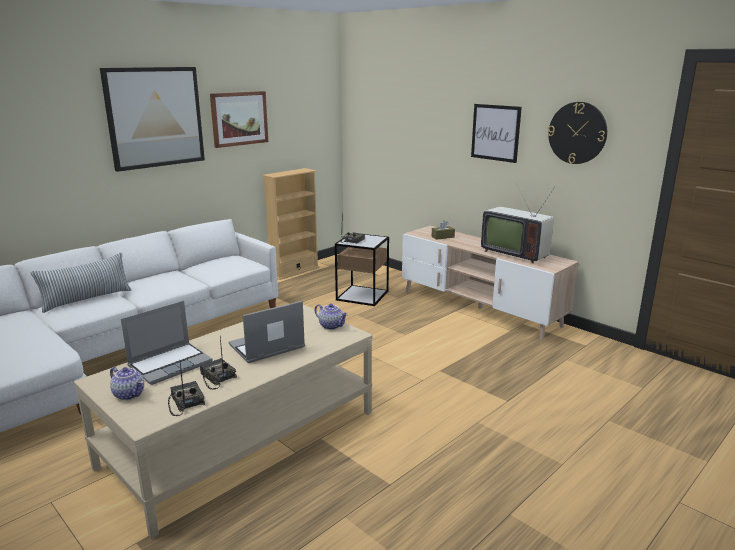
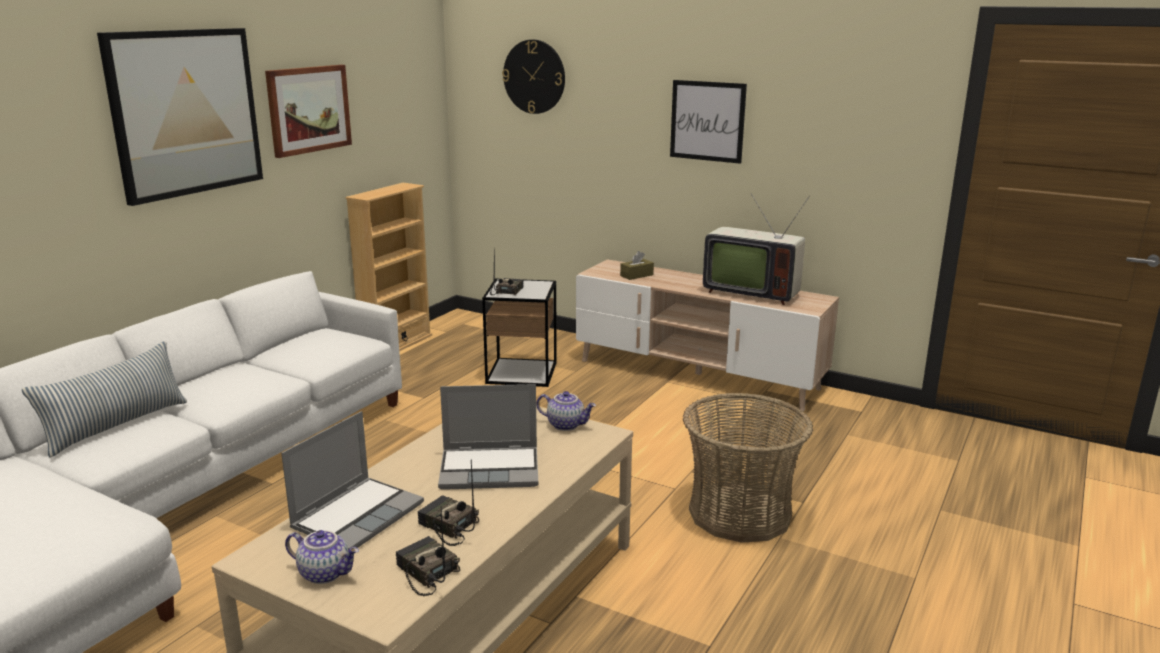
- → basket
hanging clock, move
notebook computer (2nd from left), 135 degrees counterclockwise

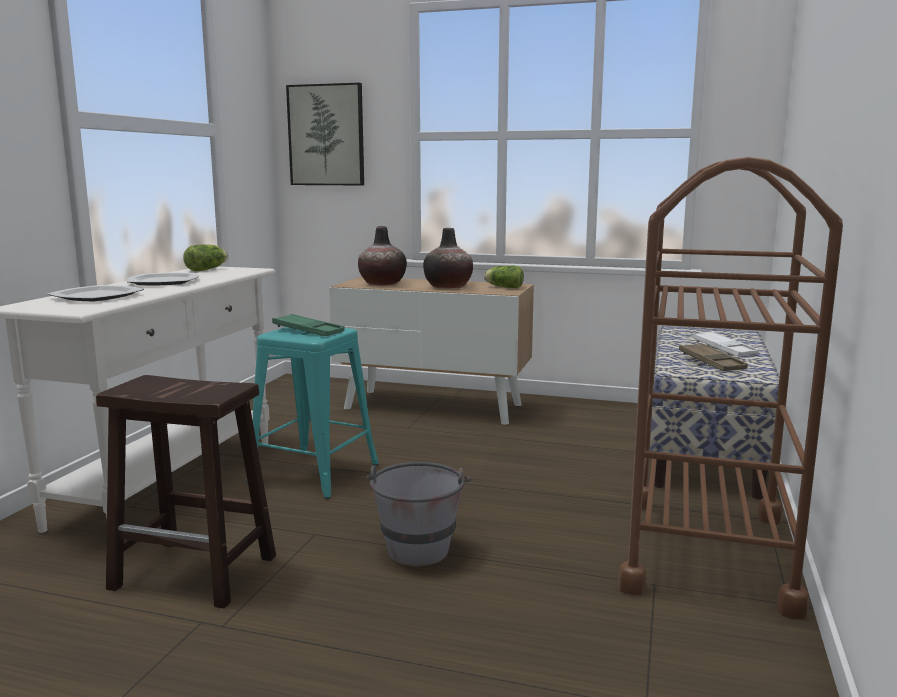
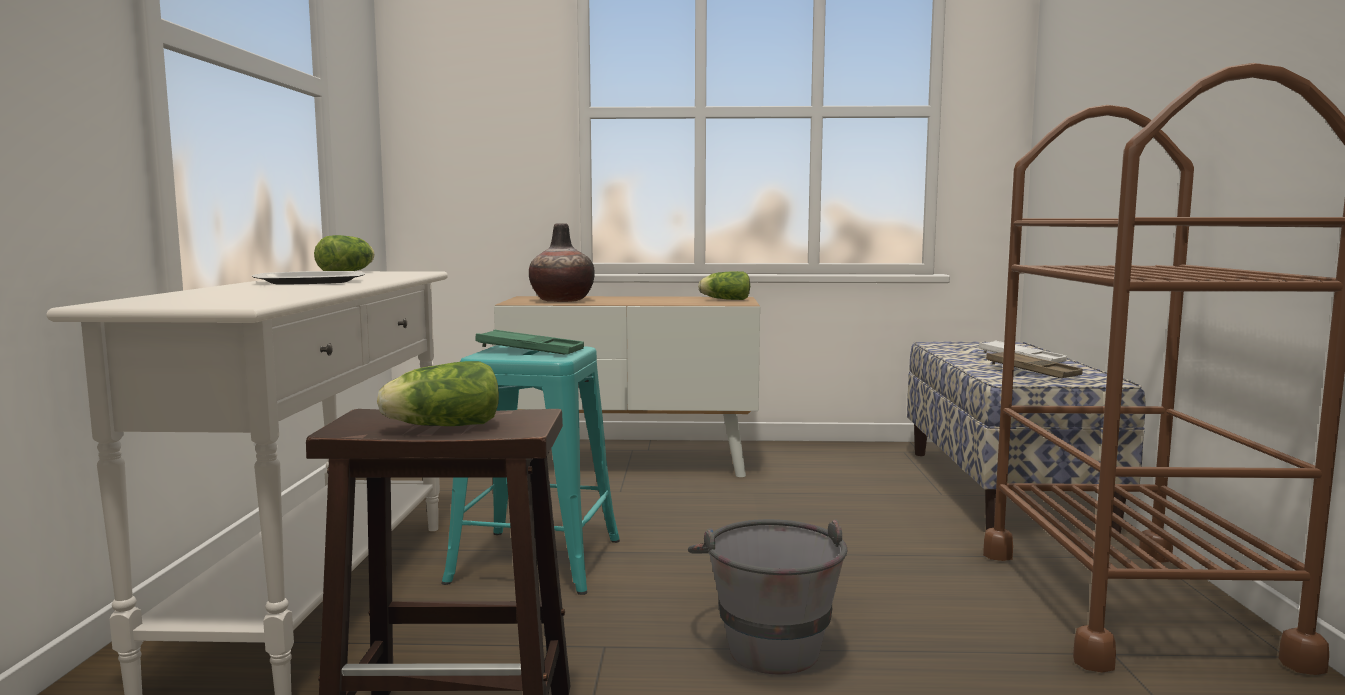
dinner plate (1st from left) → -
wall art → -
decorative vase (2nd from left) → -
- → lettuce head (2nd from left)

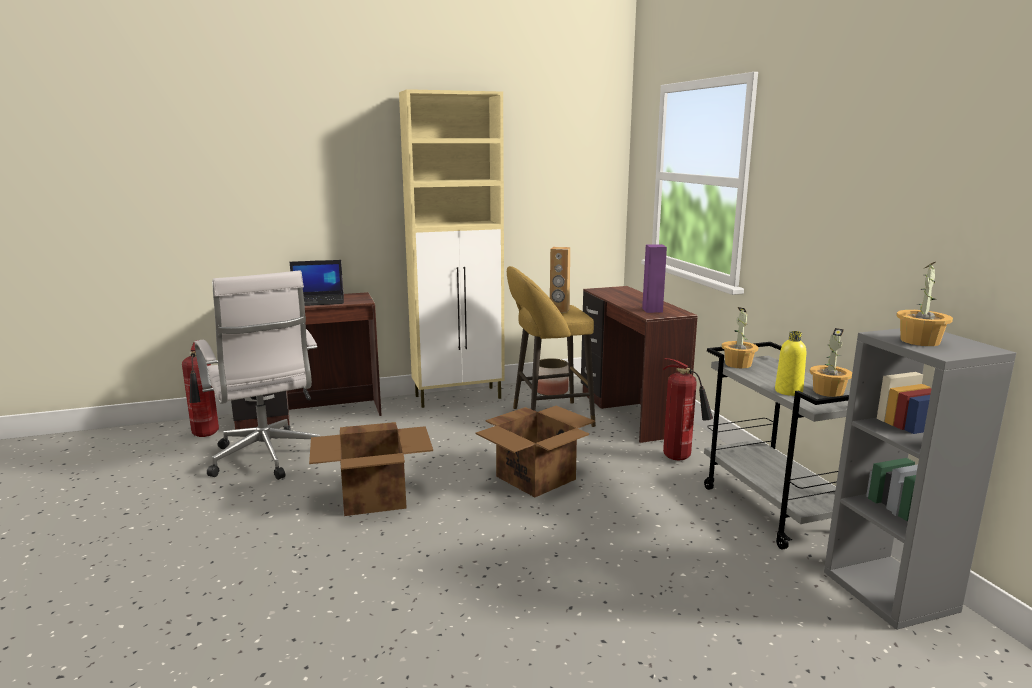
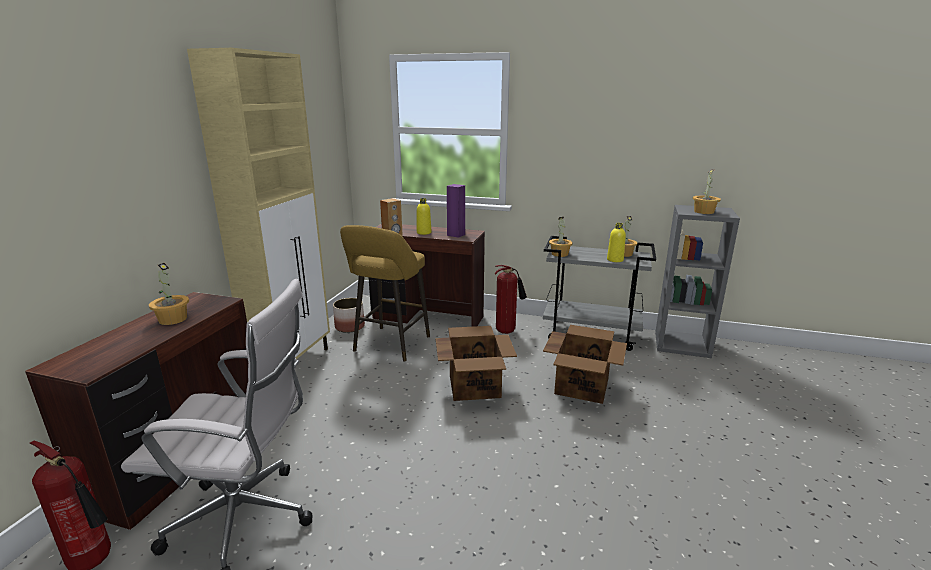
- → bottle (yellowish) (1st from left)
packing box (1st from left in the first image) → packing box (2nd from left), move
notebook computer → potted plant (1st from left)

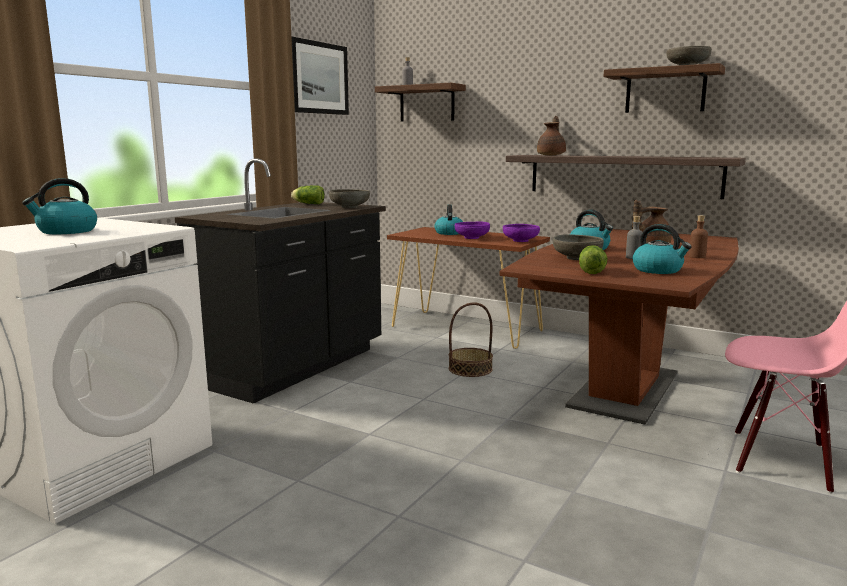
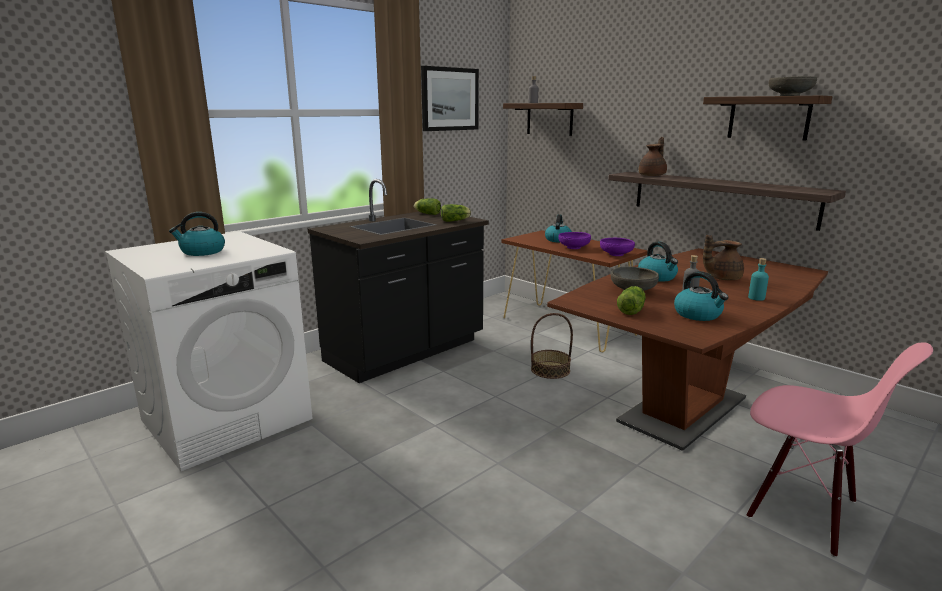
bowl (grey) (1st from left) → lettuce head (2nd from left)
bottle (brownish) → bottle (turquoise)

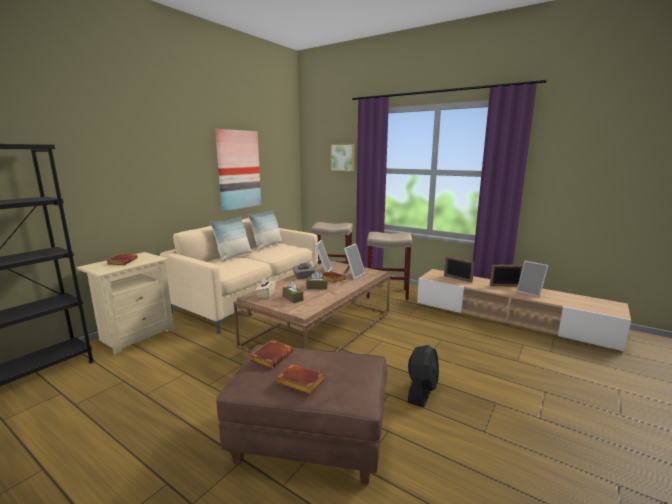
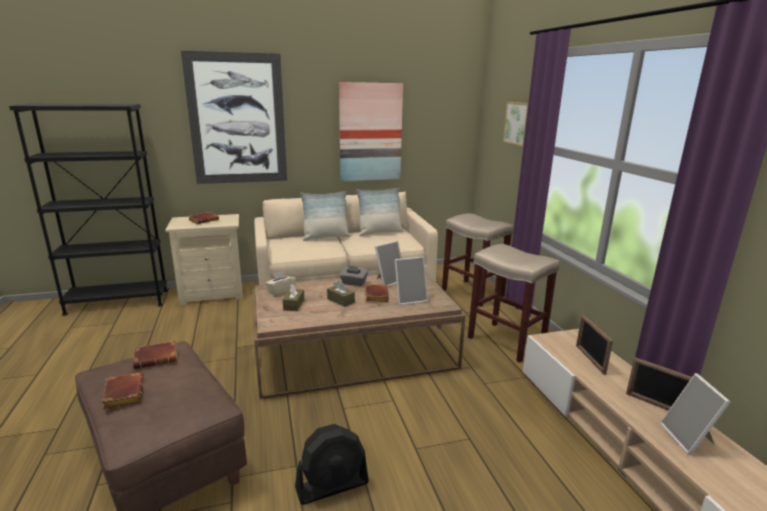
- → wall art (1st from left)

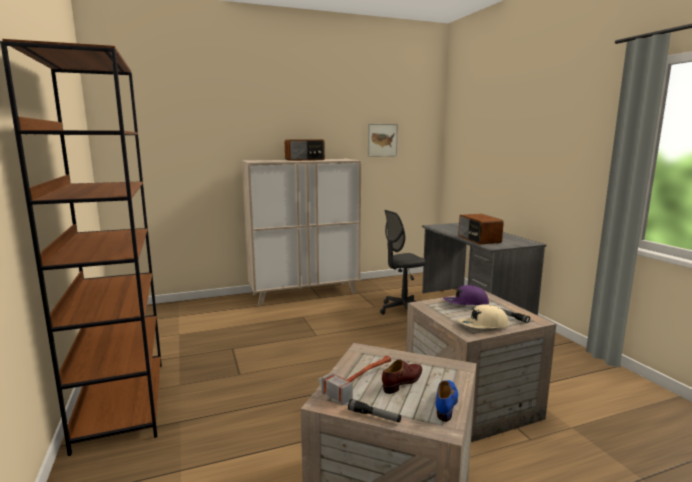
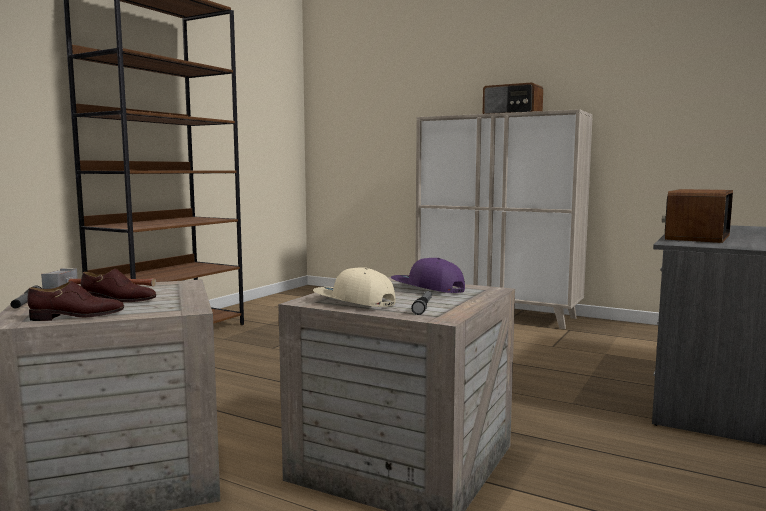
wall art → -
desk chair (grey) → -
item of footwear (bluish) → item of footwear (brownish) (1st from left)

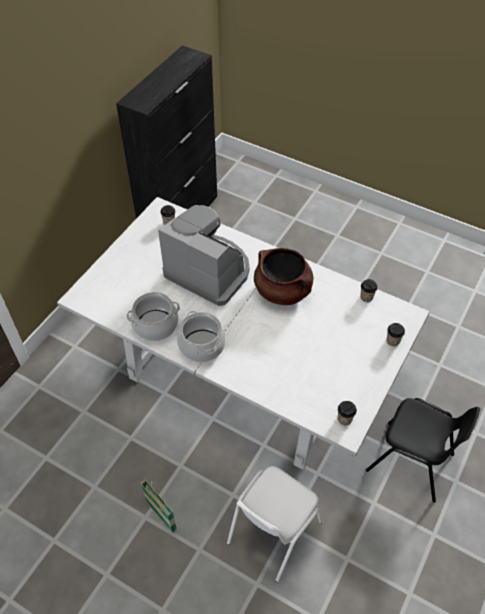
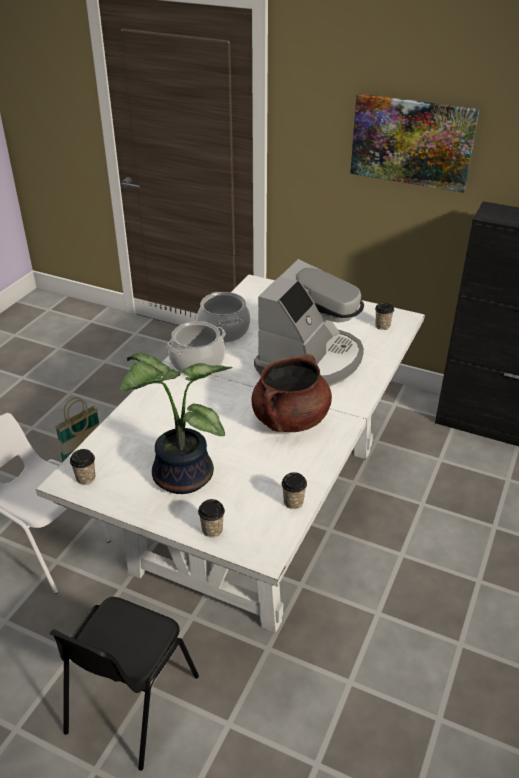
- → potted plant
- → wall art

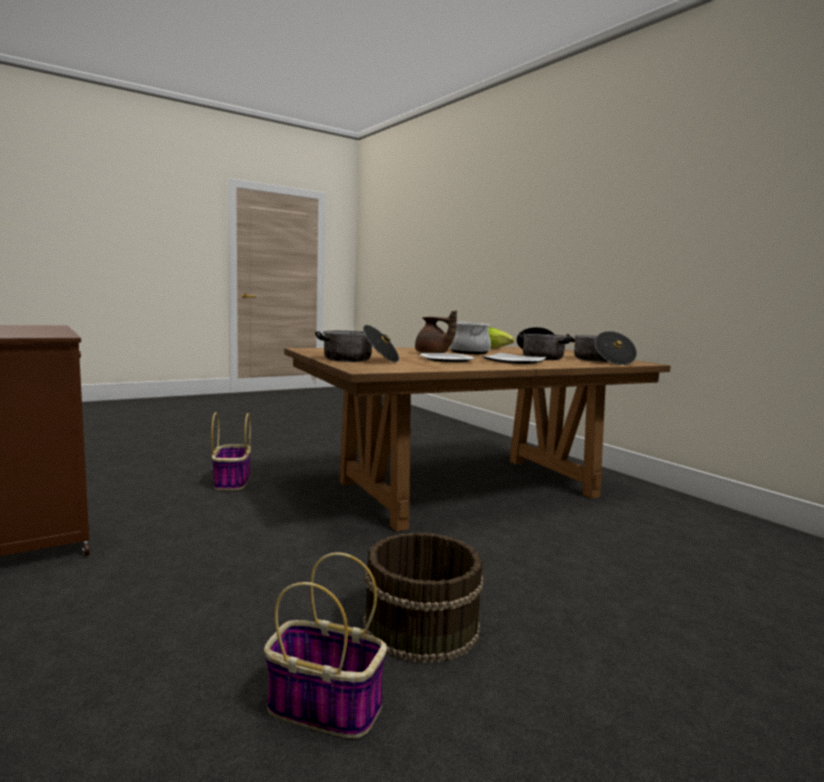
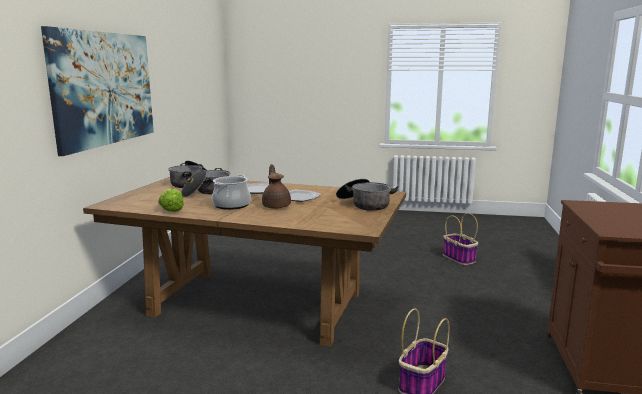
bucket (brownish) → -
- → wall art

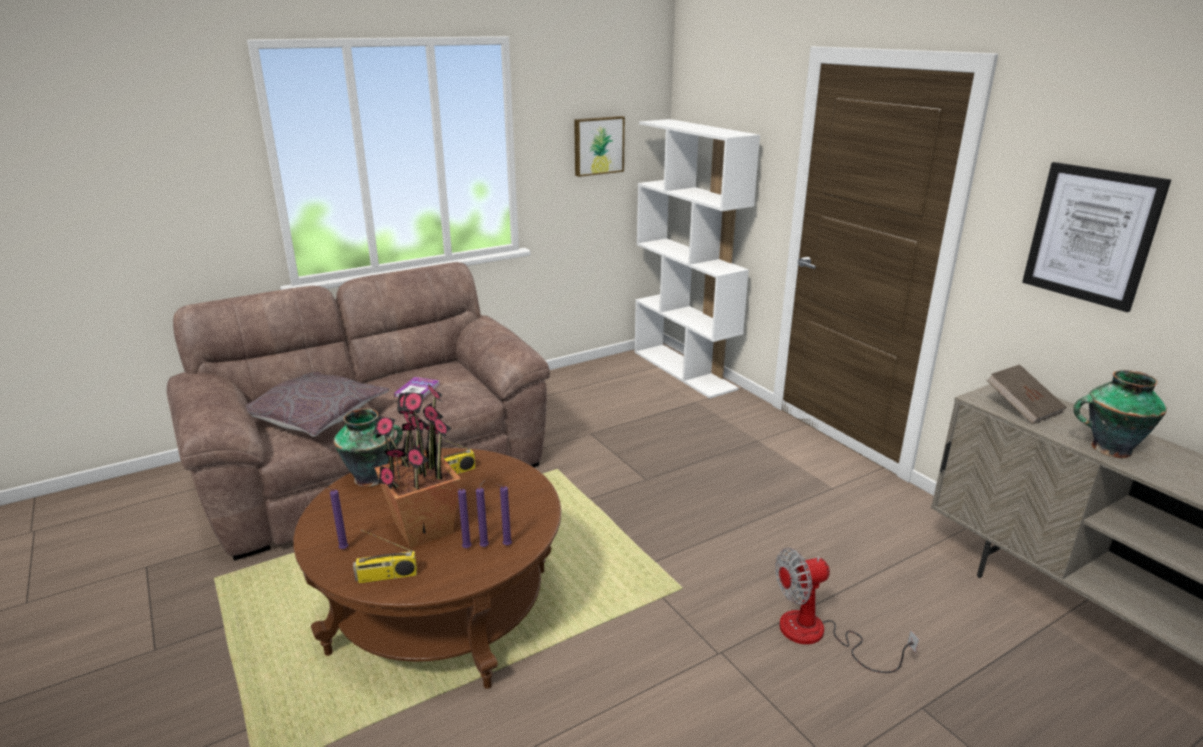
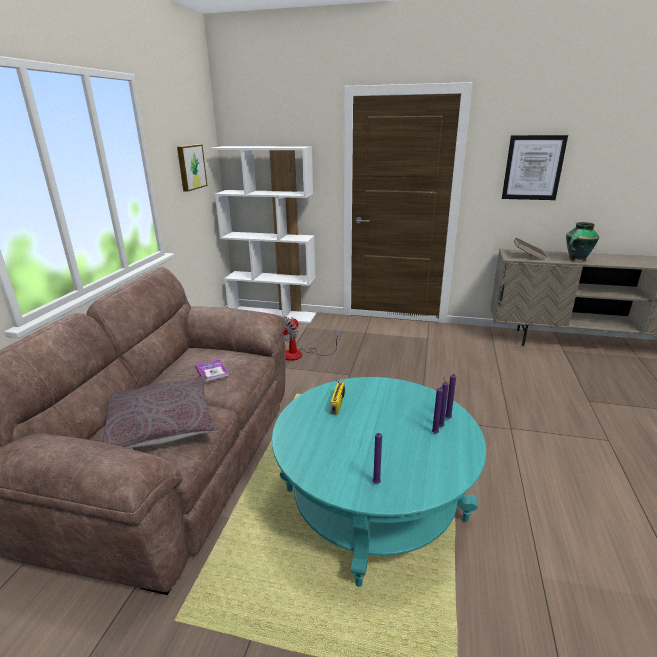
decorative vase (1st from left) → -
radio (1st from left) → -
potted plant → -
fan, move
lounge table (brownish) → lounge table (turquoise)

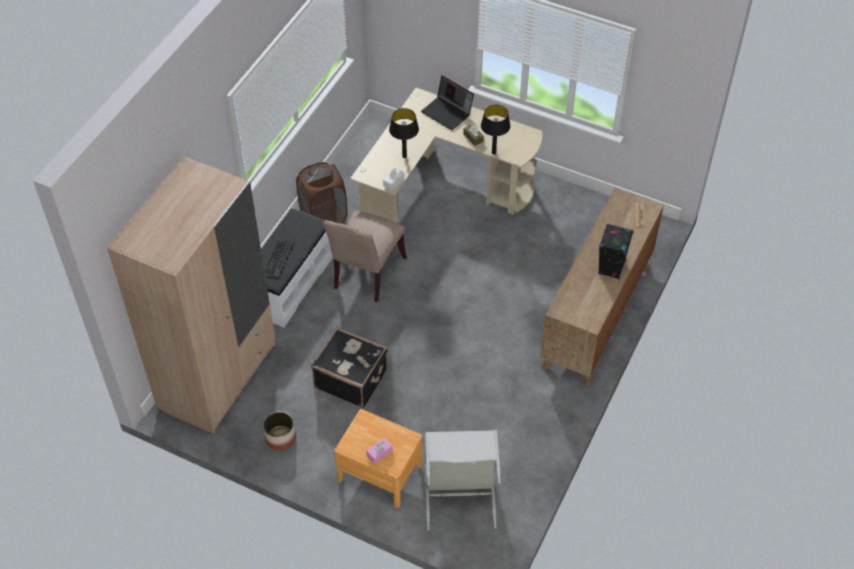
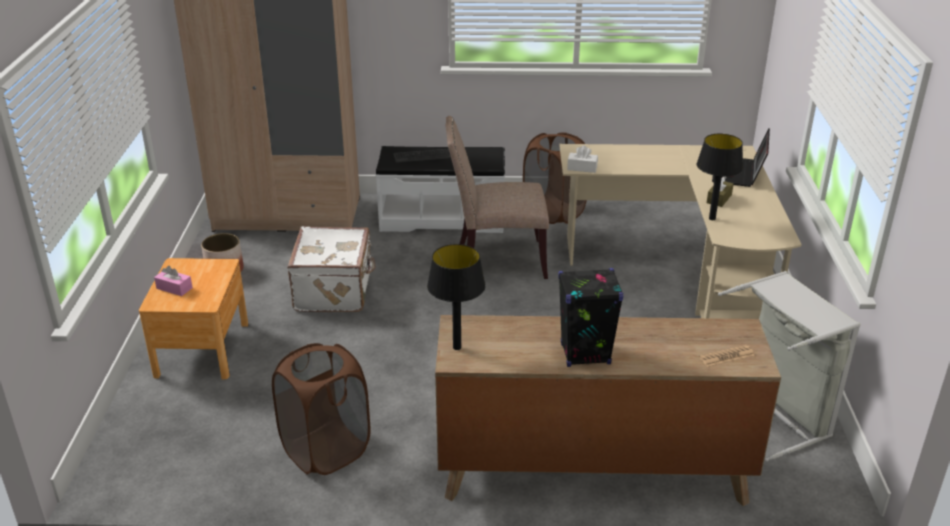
- → hamper (brownish) (1st from left)
table lamp (black) (1st from left), move
hamper (grey), move
suitcase (black) → suitcase (white)

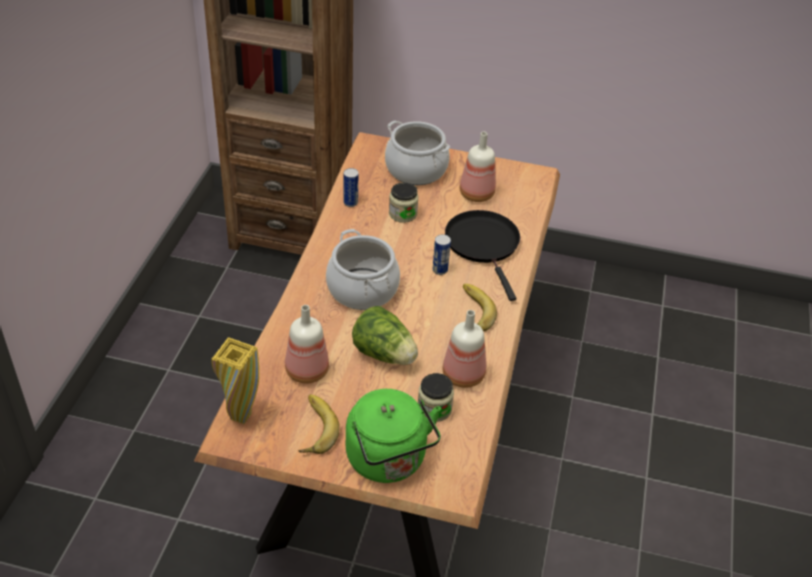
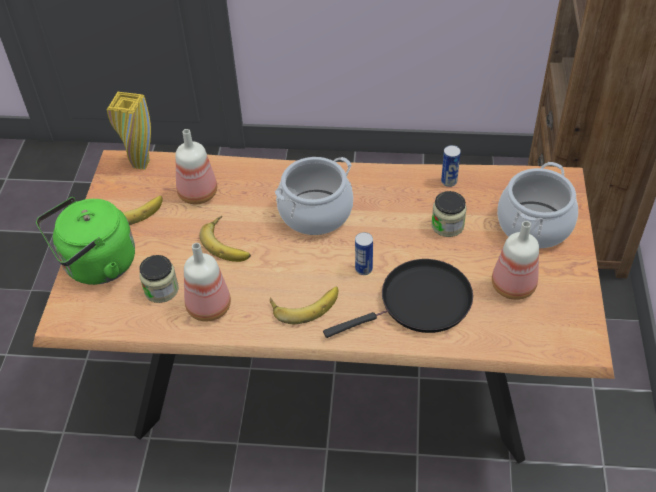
lettuce head → banana fruit (2nd from left)

